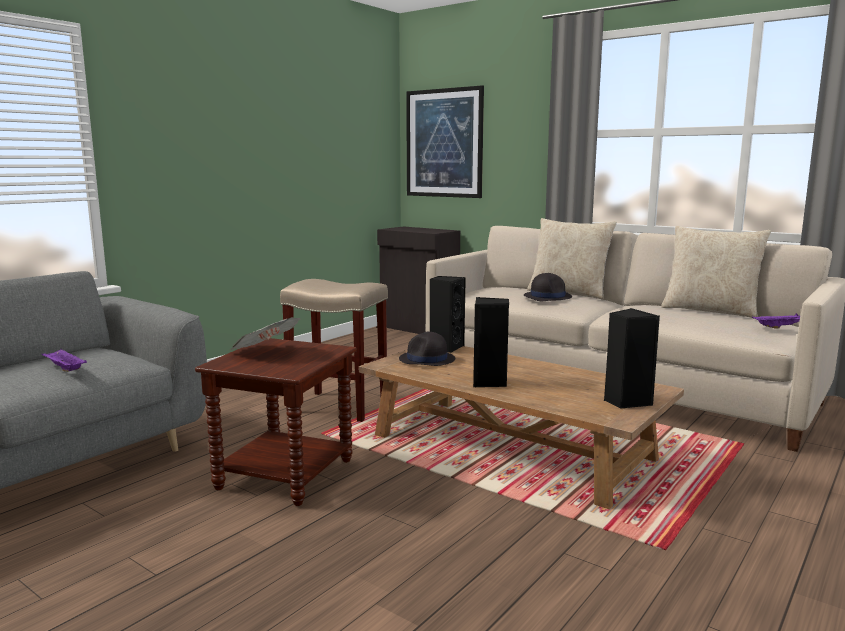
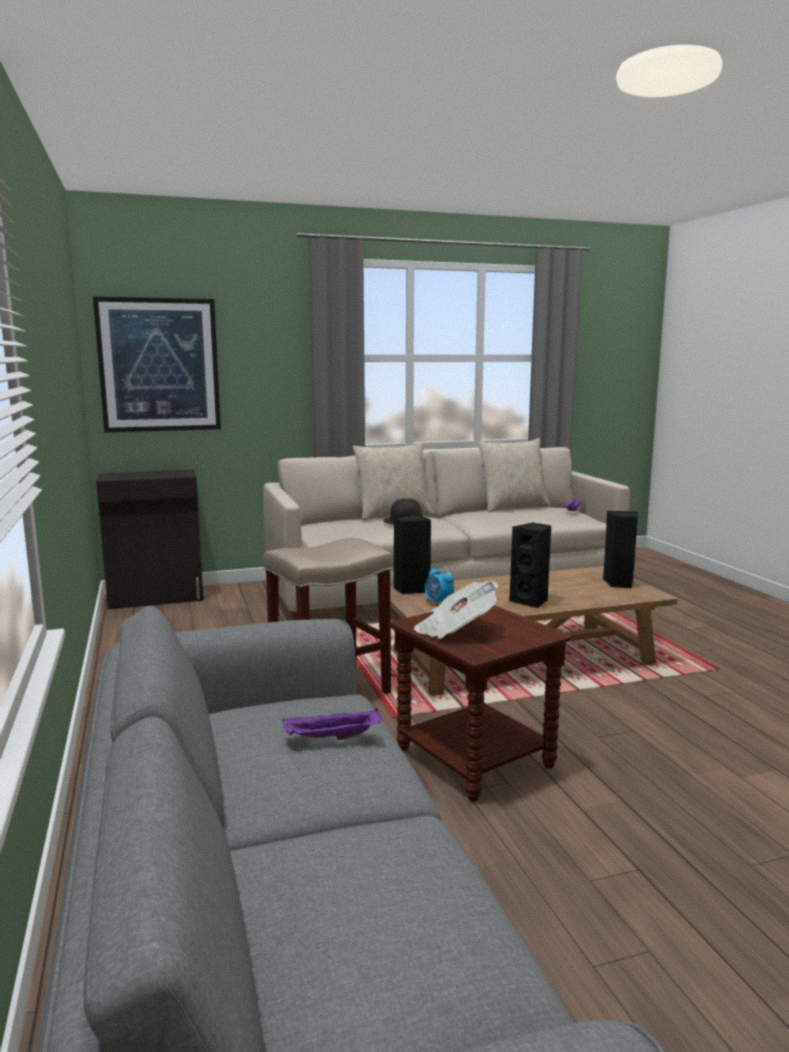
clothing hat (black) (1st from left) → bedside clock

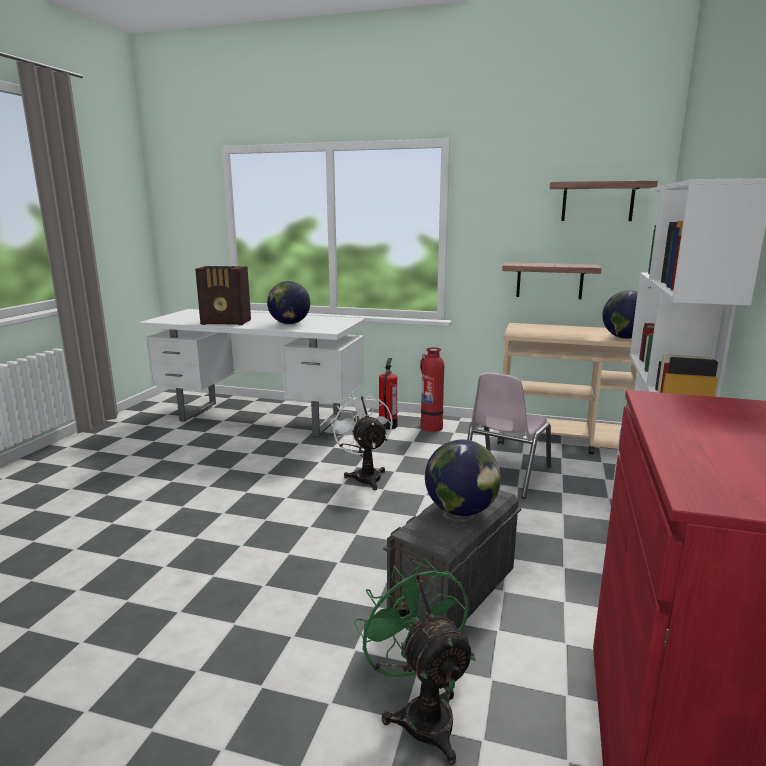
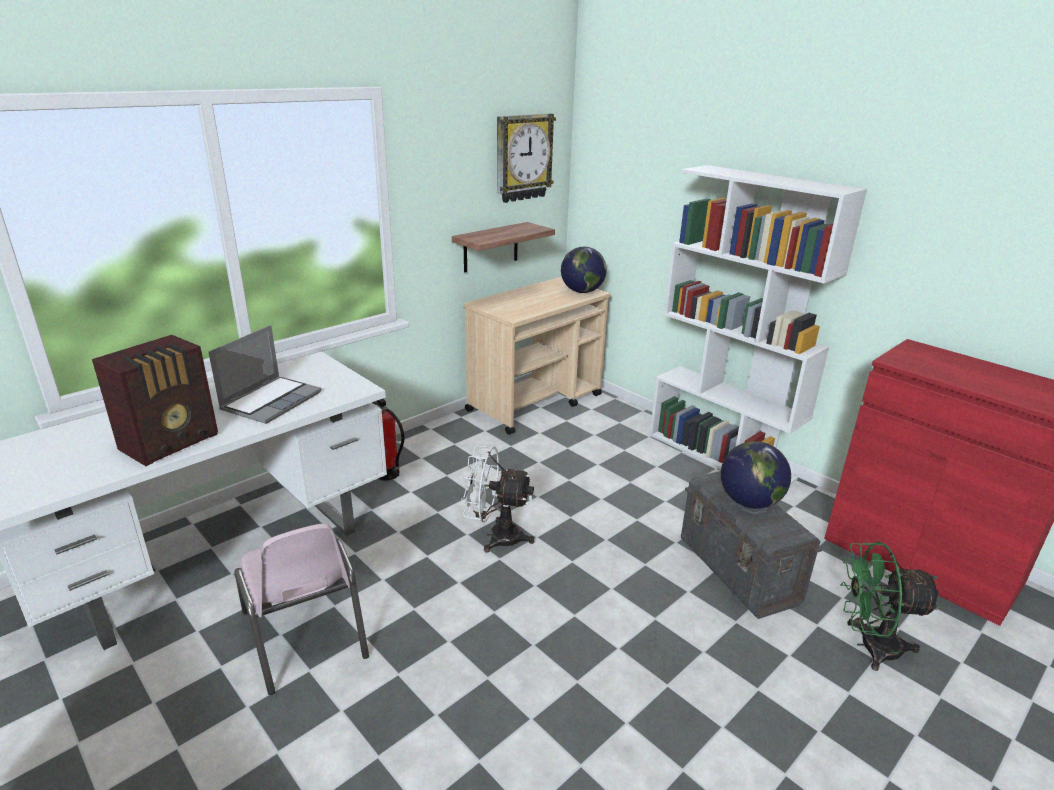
fire extinguisher (2nd from left) → -
plain chair (pink-coloured), move
globe (1st from left) → notebook computer
bracket shelf (2nd from left) → hanging clock

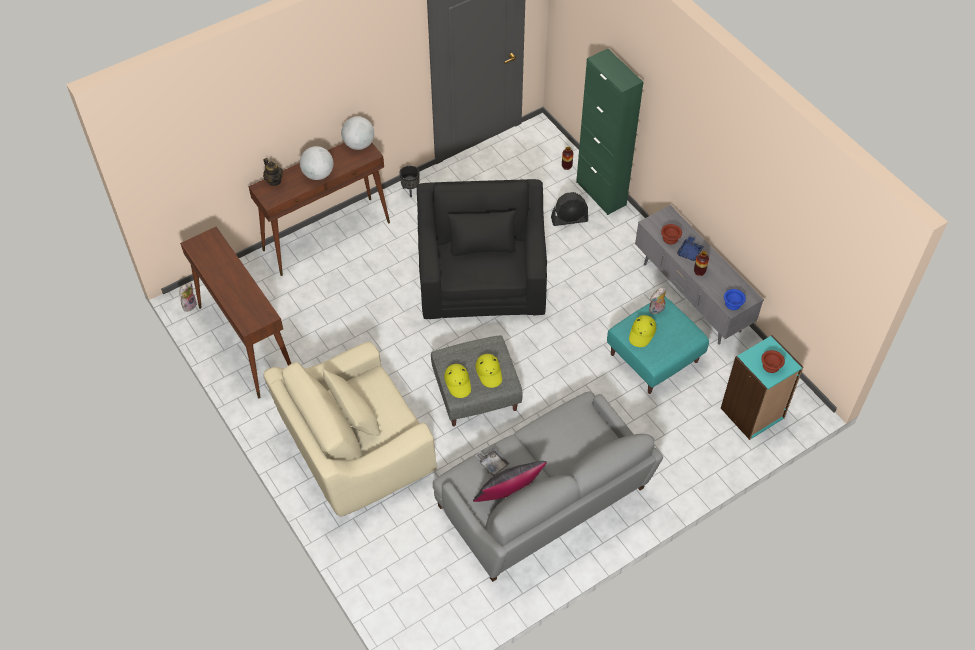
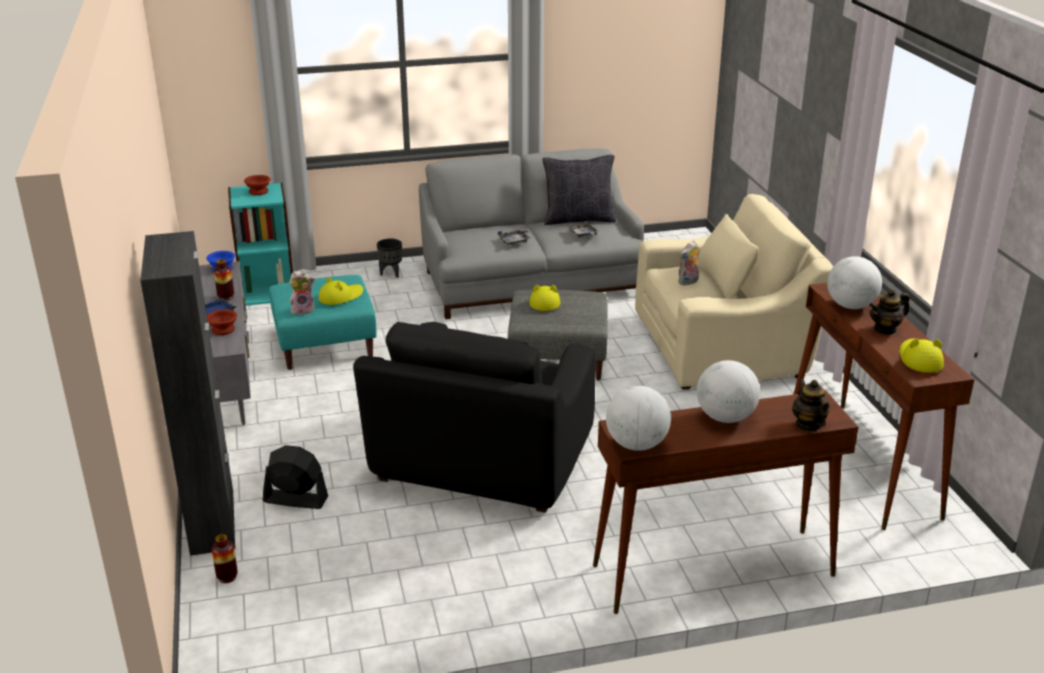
- → tray (grey) (1st from left)
- → globe (3rd from left)
- → teapot (2nd from left)
cuddly toy (1st from left in the first image) → cuddly toy (2nd from left), move
planter (black), move
clothing hat (yellowish) (1st from left in the first image) → clothing hat (yellowish) (3rd from left), move
cupboard (green) → cupboard (black)

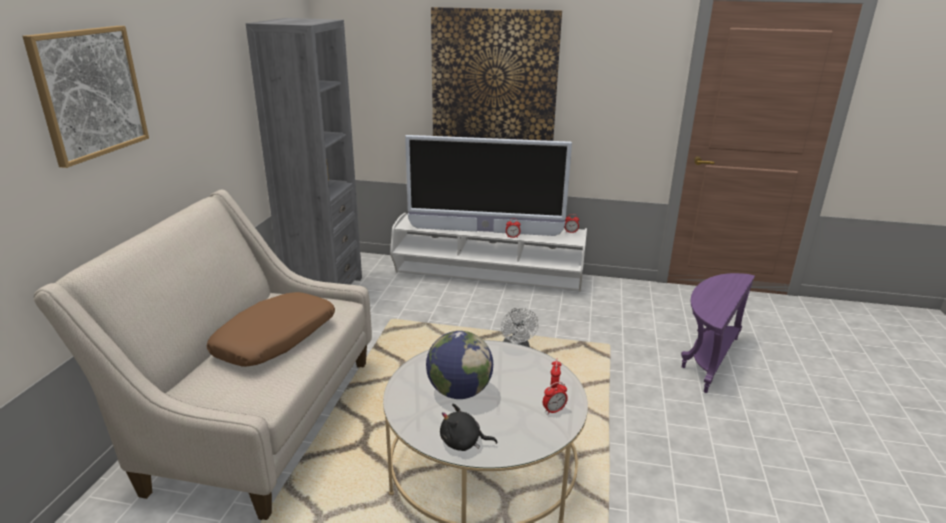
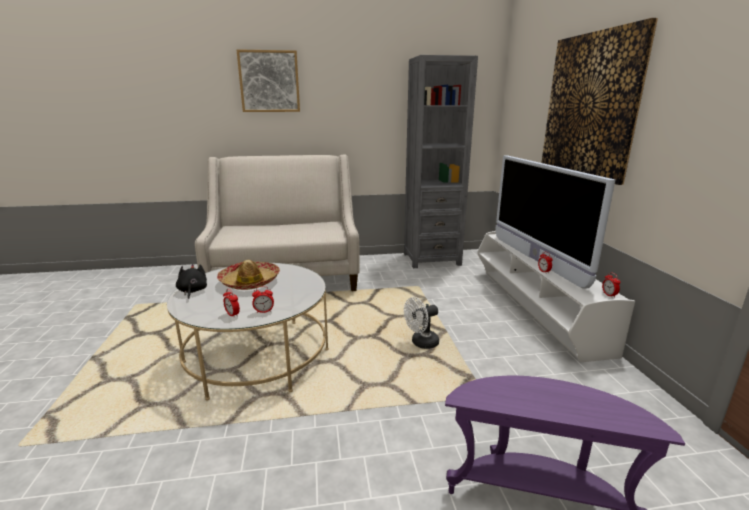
pillow (brownish) → -
globe → clothing hat

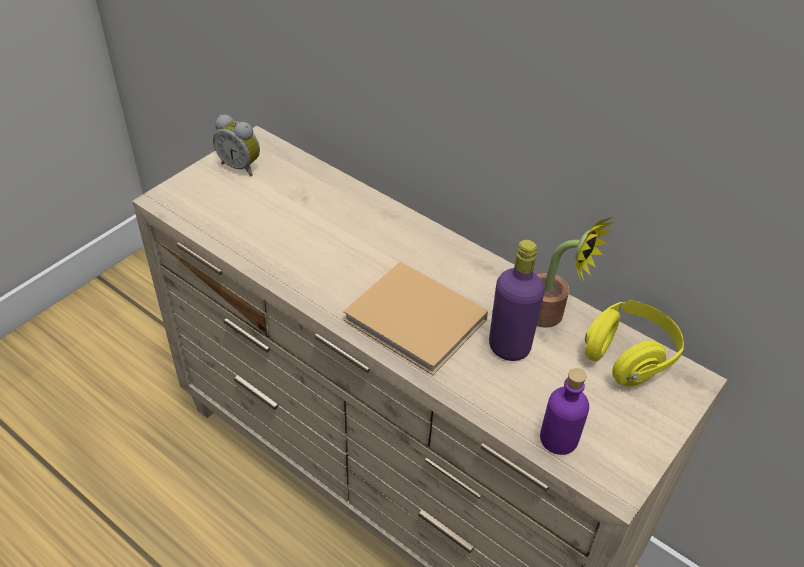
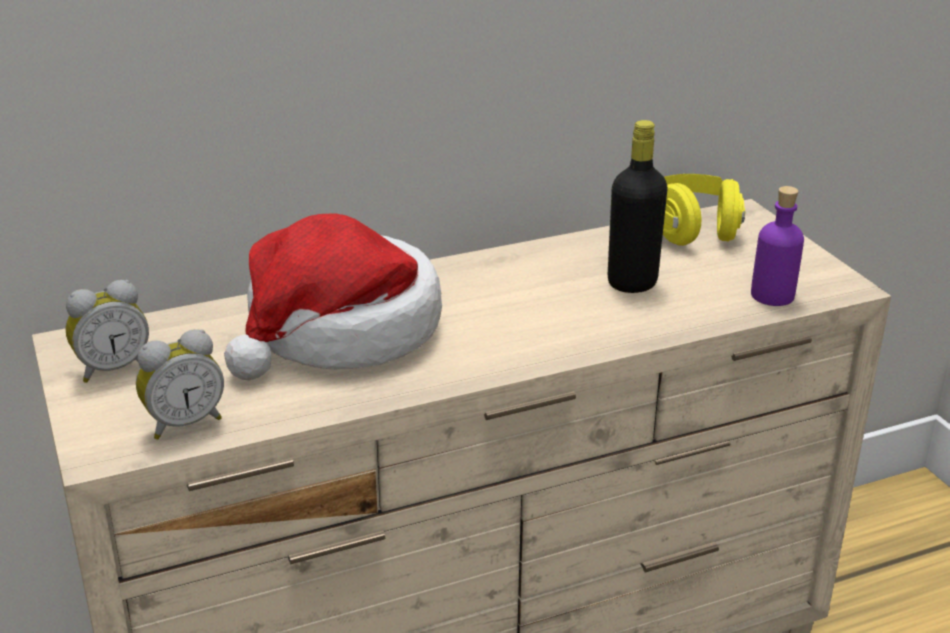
volume (beige-coloured) → -
potted plant → -
- → bedside clock (2nd from left)
- → clothing hat
bottle (purple-coloured) (1st from left) → bottle (black)

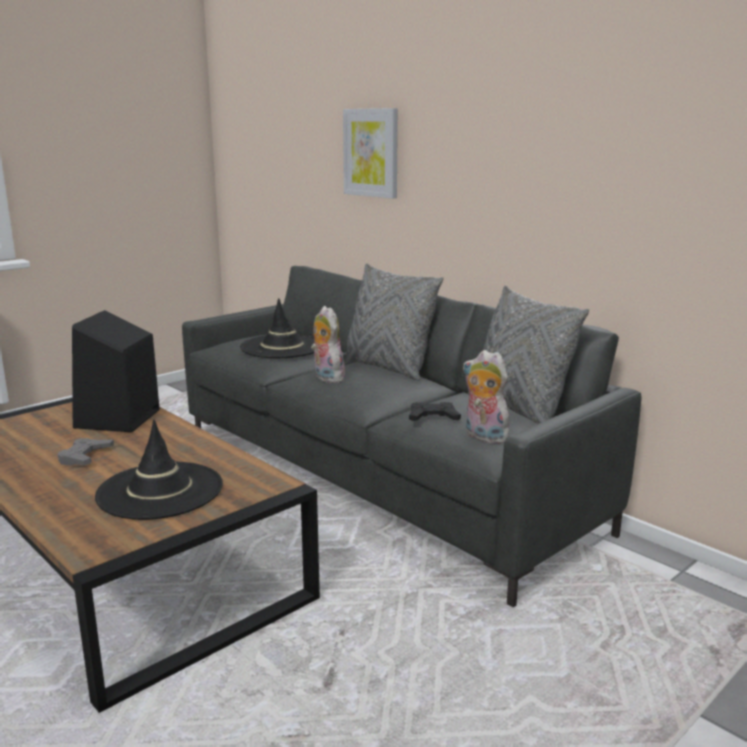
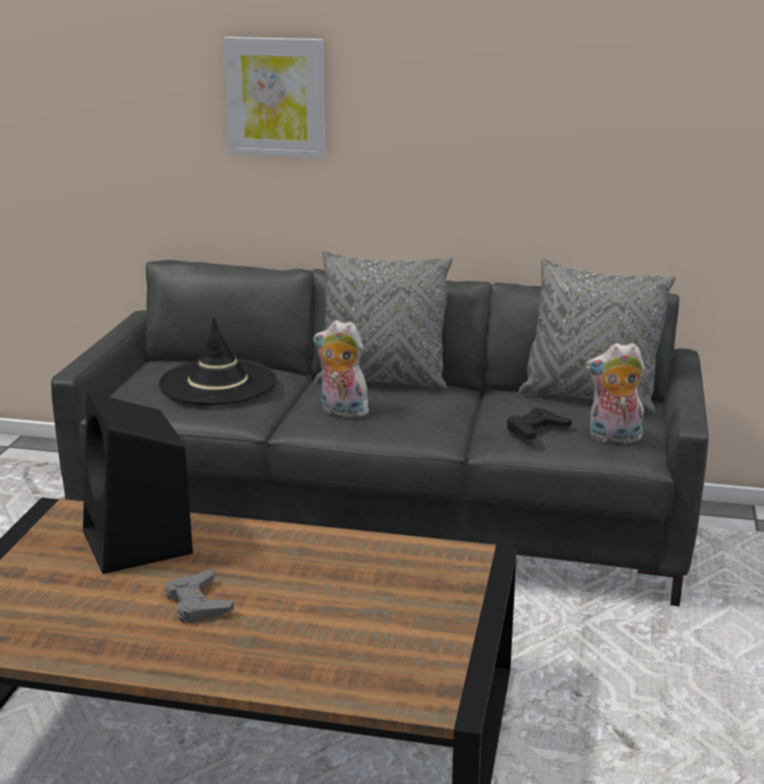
clothing hat (black) (1st from left) → -

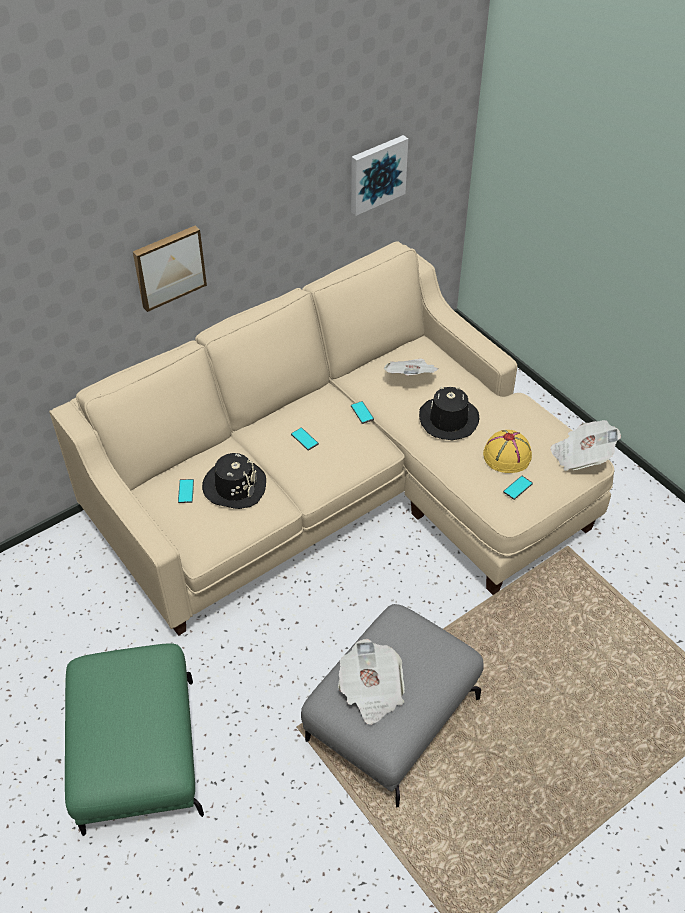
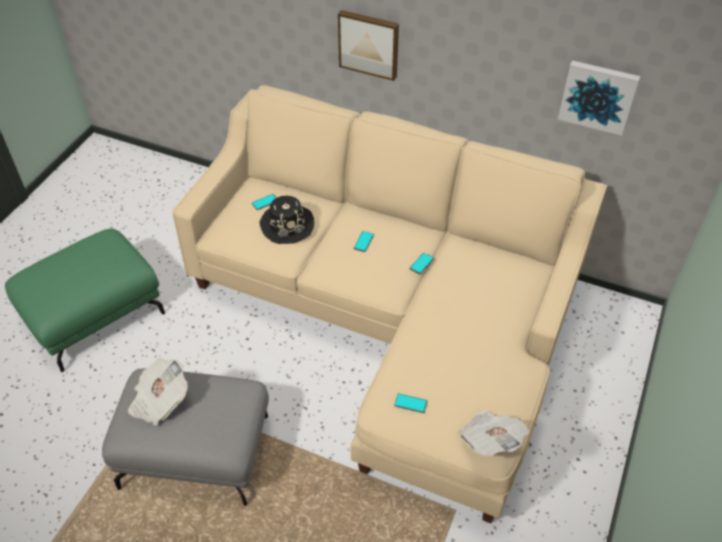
daily paper (2nd from left) → -
clothing hat (black) (2nd from left) → -
clothing hat (yellowish) → -

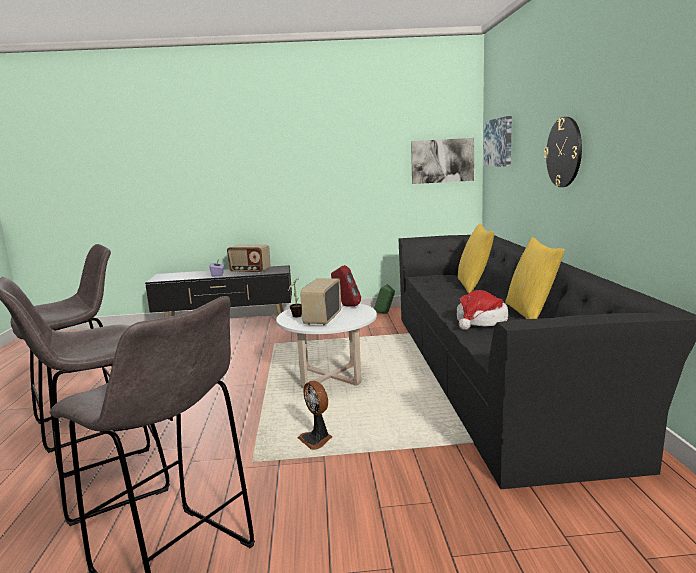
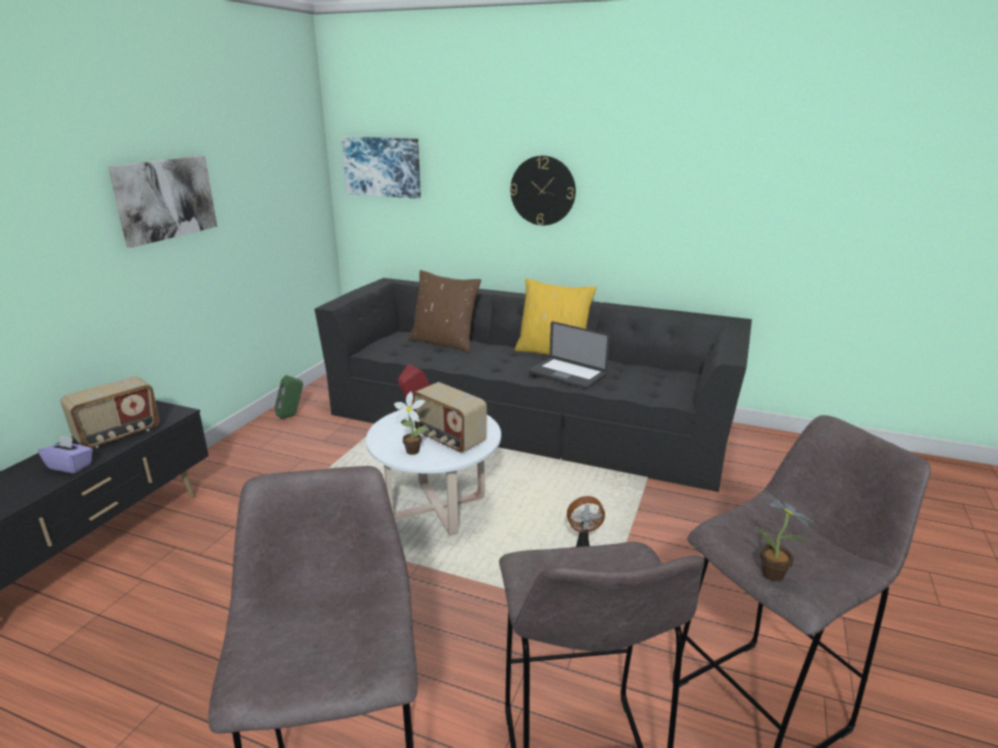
- → potted plant (2nd from left)
wall art (1st from left), move
clothing hat → notebook computer
pillow (yellowish) (1st from left) → pillow (brownish)

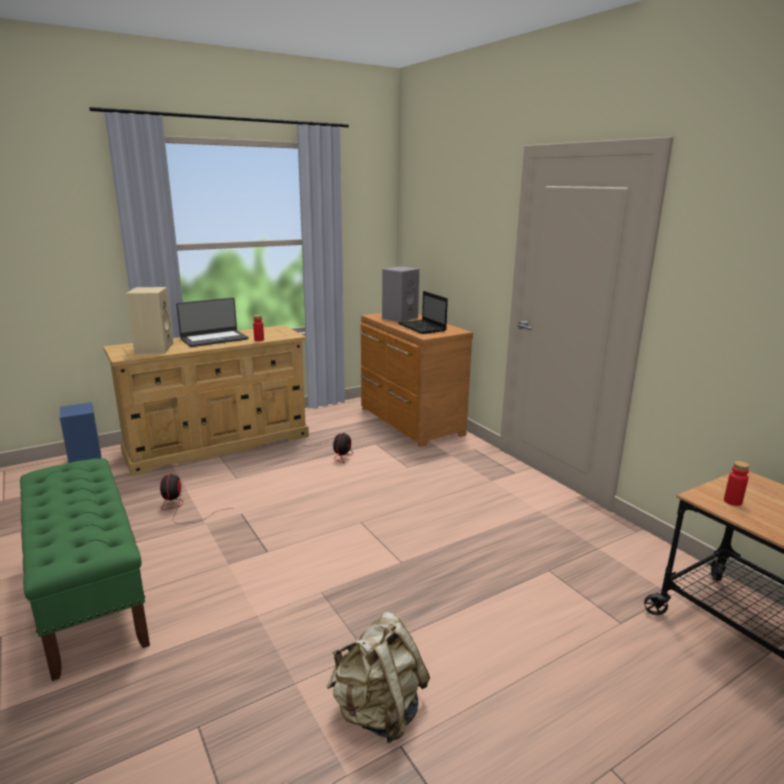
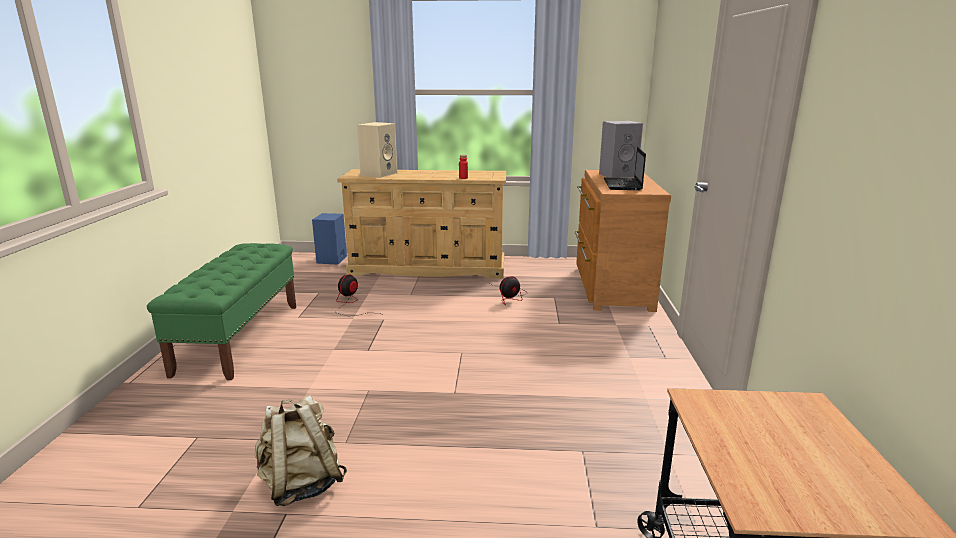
notebook computer (1st from left) → -
bottle (red) (2nd from left) → -

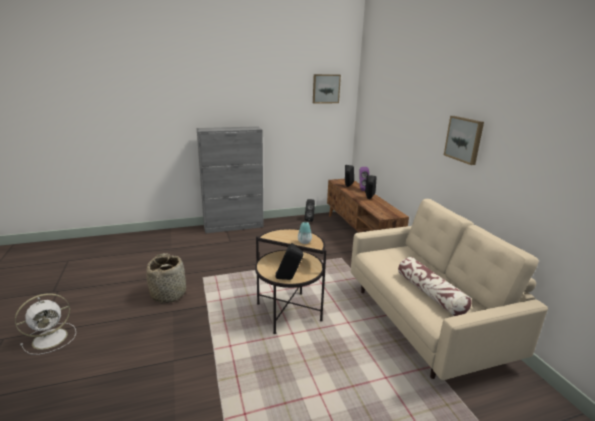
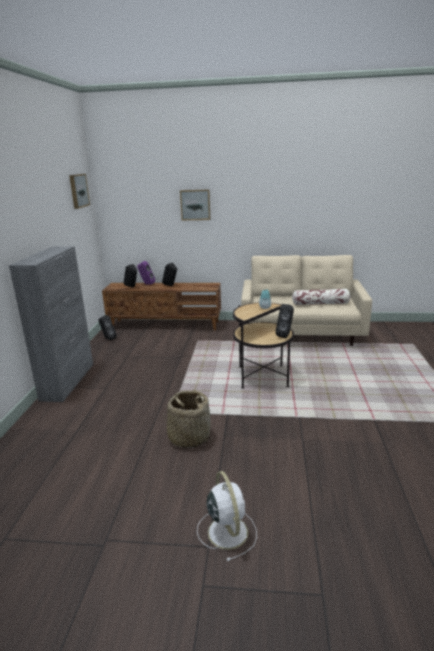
wall art (2nd from left), move

